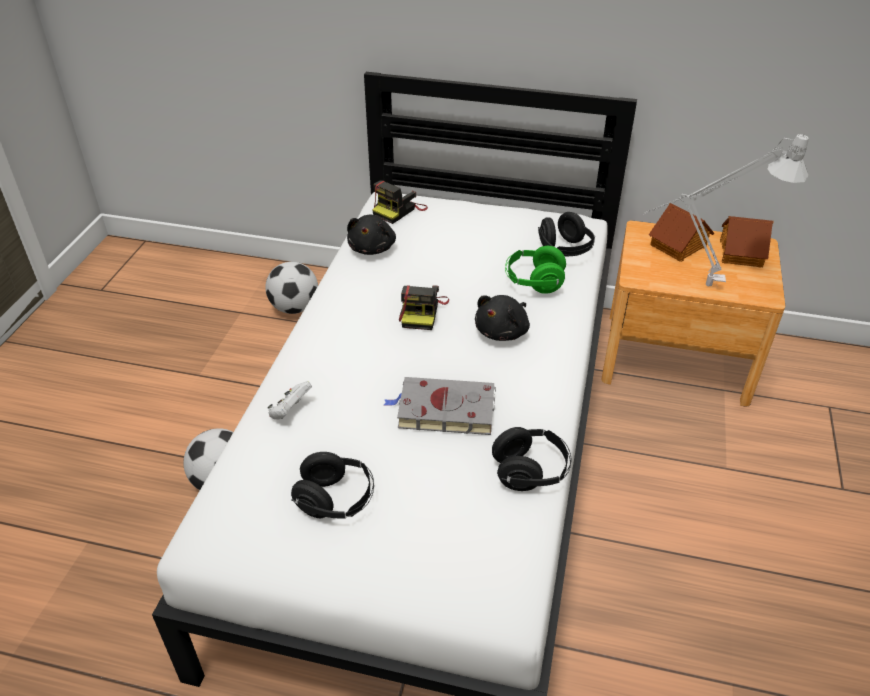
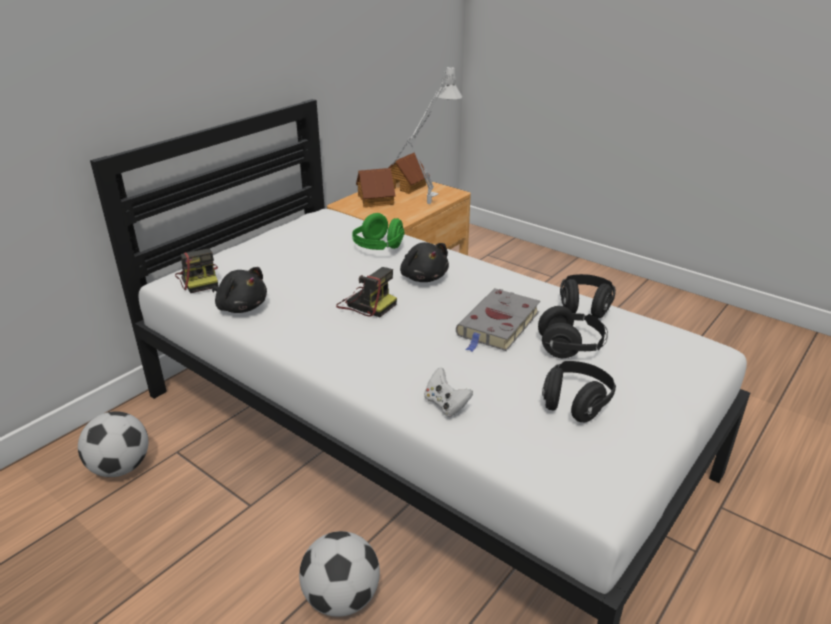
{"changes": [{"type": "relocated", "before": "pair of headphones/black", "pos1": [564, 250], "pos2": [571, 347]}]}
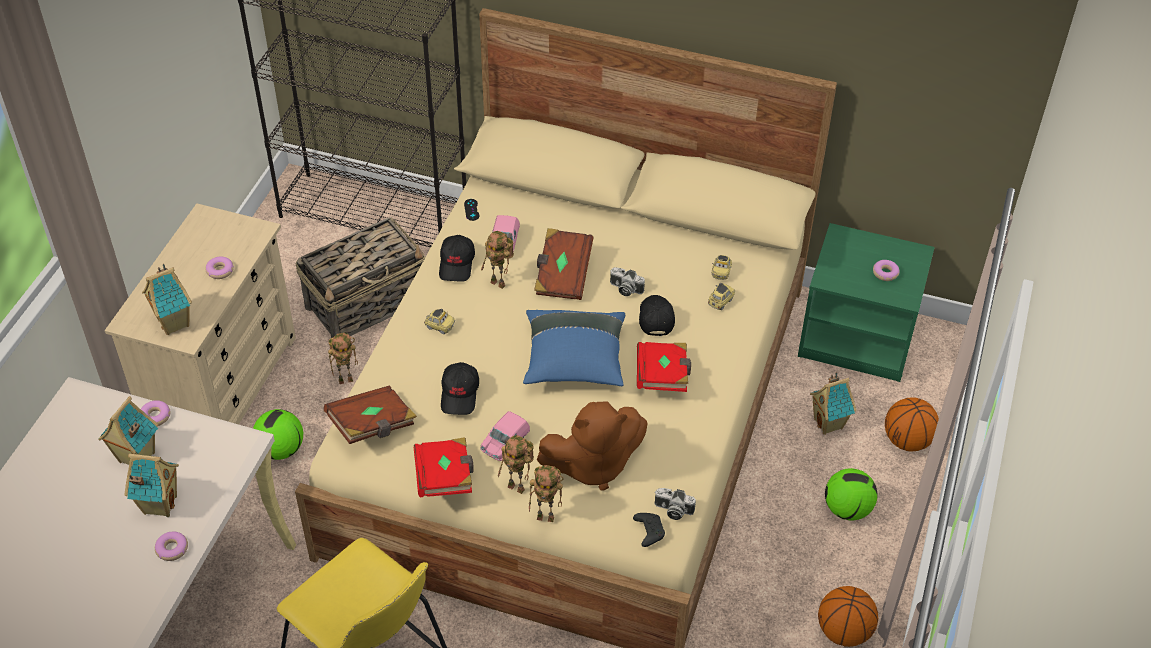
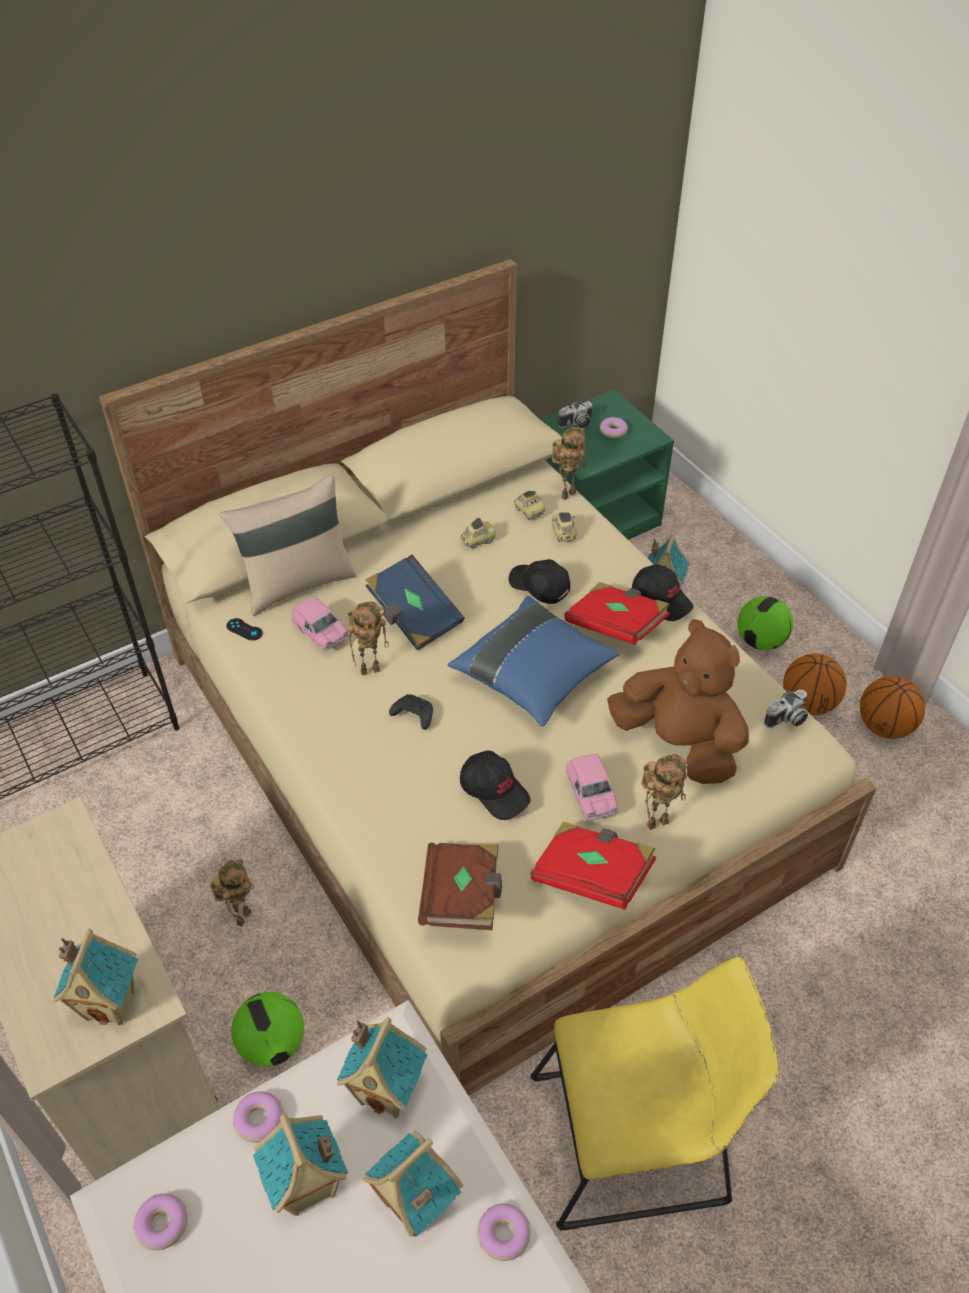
{"changes": [{"type": "relocated", "before": "ring doughnut", "pos1": [220, 271], "pos2": [162, 1224]}, {"type": "missing", "before": "basket", "pos1": [368, 304]}, {"type": "relocated", "before": "miniature car", "pos1": [439, 327], "pos2": [478, 541]}, {"type": "relocated", "before": "peaked cap/black", "pos1": [457, 264], "pos2": [661, 599]}, {"type": "relocated", "before": "toy robot", "pos1": [547, 517], "pos2": [567, 493]}, {"type": "colour", "before": "volume/brown-coloured", "after": "volume/bluish", "pos1": [562, 275], "pos2": [414, 616]}, {"type": "spun", "before": "plush toy/brown-coloured", "pos1": [592, 464], "pos2": [679, 743], "turn": -75}, {"type": "relocated", "before": "still camera", "pos1": [625, 289], "pos2": [576, 424]}, {"type": "relocated", "before": "game controller/black", "pos1": [648, 531], "pos2": [413, 715]}, {"type": "relocated", "before": "ball for basketball", "pos1": [907, 440], "pos2": [808, 704]}, {"type": "appeared", "after": "cushion/beige", "pos2": [297, 583]}, {"type": "appeared", "after": "model house", "pos2": [387, 1091]}]}
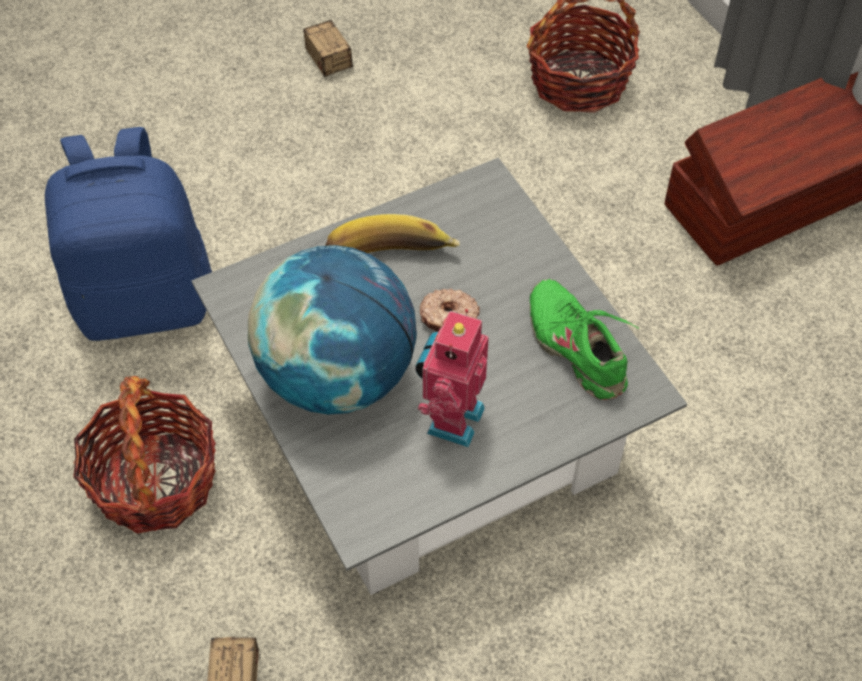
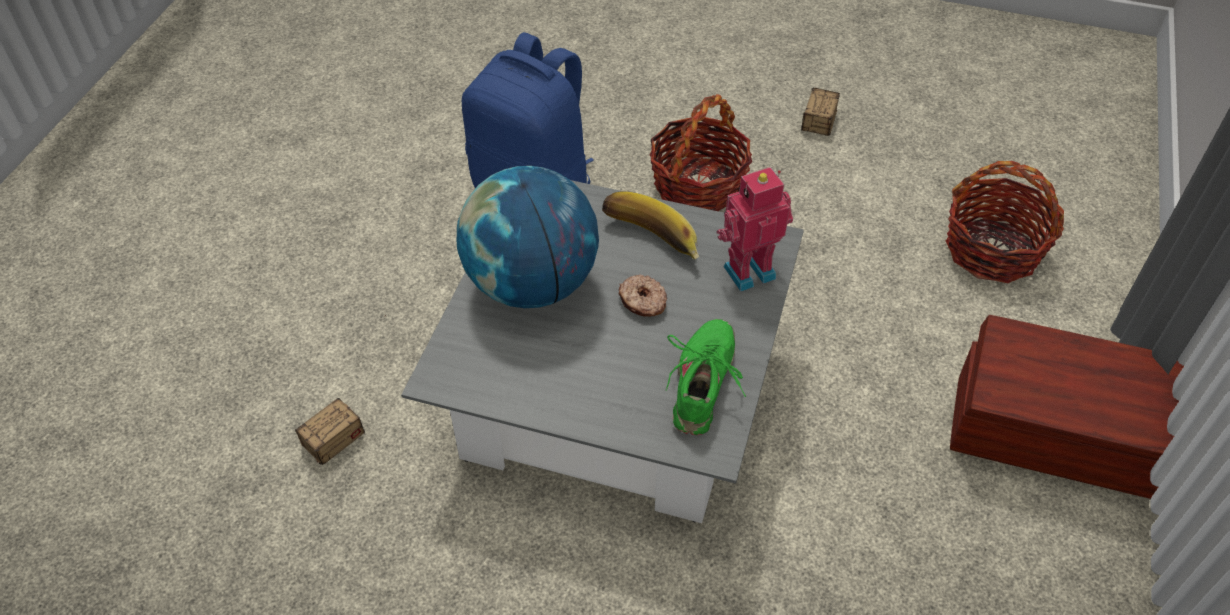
{"changes": [{"type": "relocated", "before": "basket", "pos1": [155, 481], "pos2": [698, 185]}, {"type": "relocated", "before": "toy robot", "pos1": [451, 419], "pos2": [747, 270]}]}
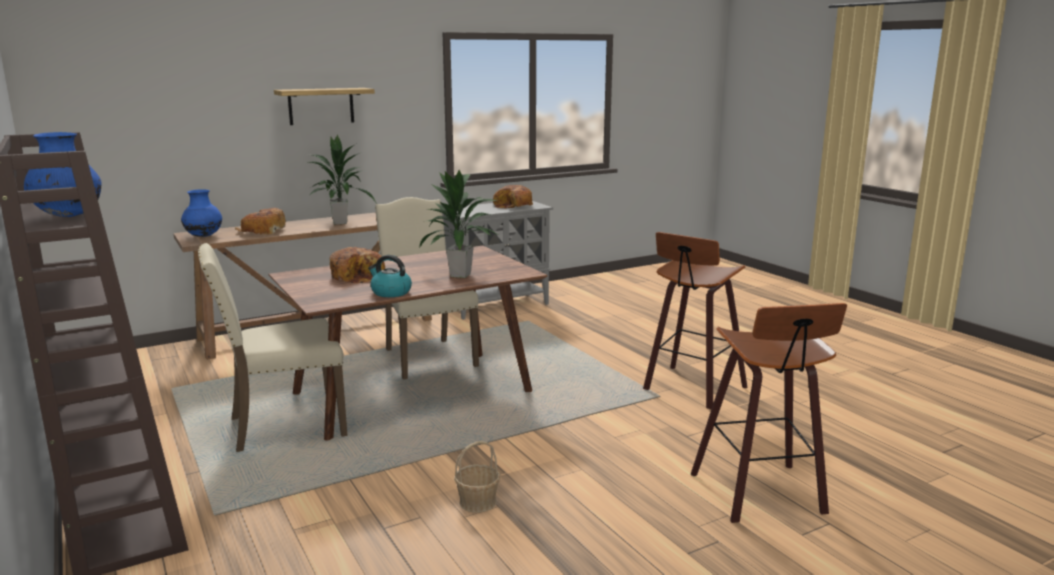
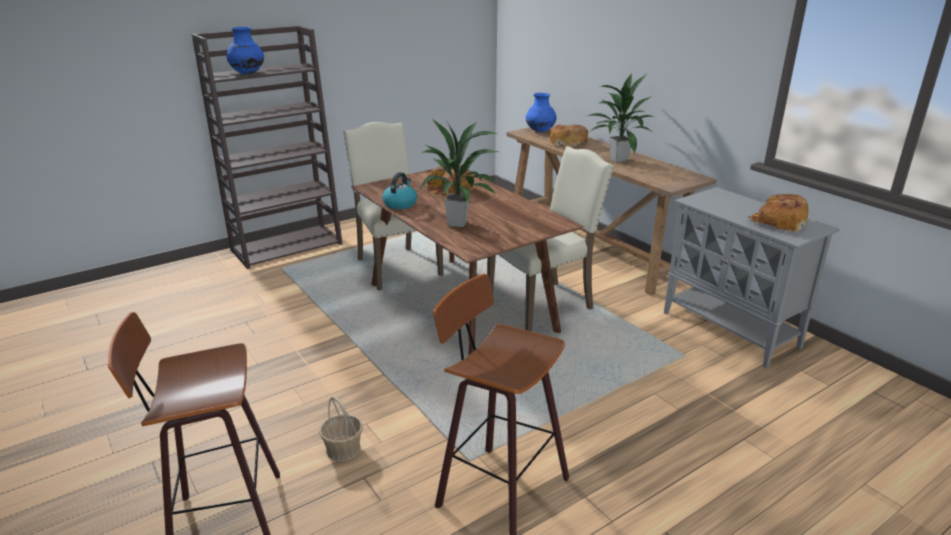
{"changes": [{"type": "missing", "before": "shelf", "pos1": [321, 106]}, {"type": "relocated", "before": "basket", "pos1": [478, 502], "pos2": [343, 449]}]}
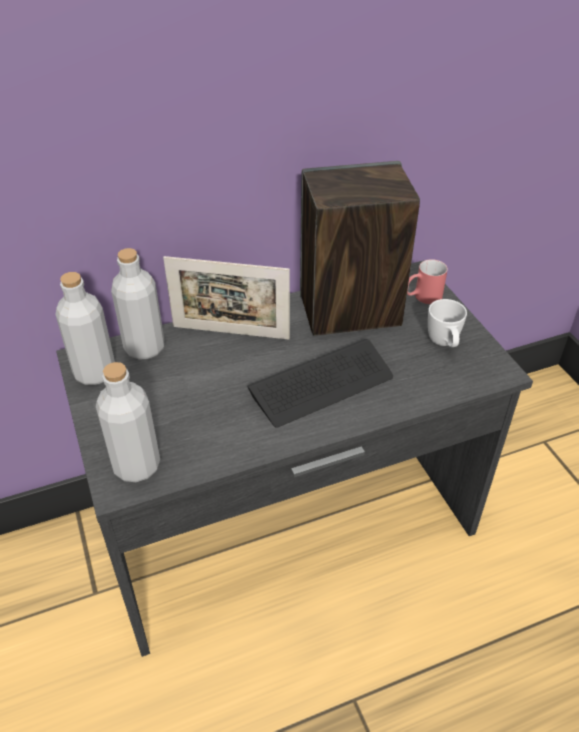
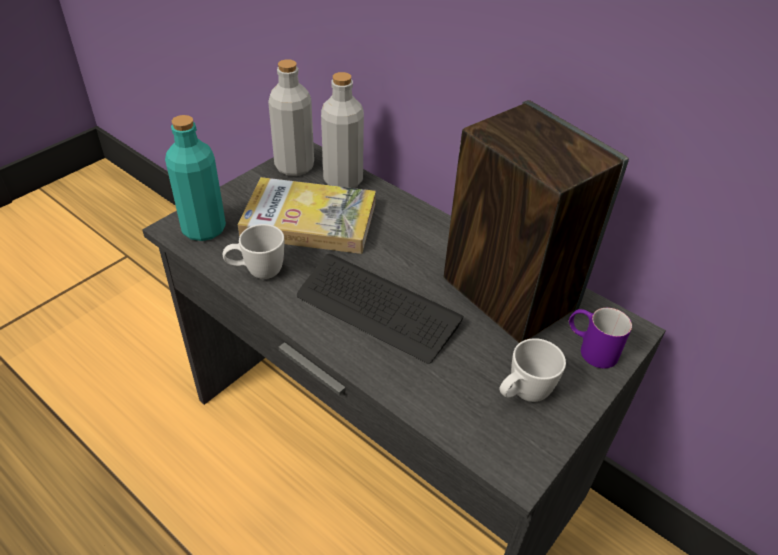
{"changes": [{"type": "colour", "before": "beverage bottle/greyish", "after": "beverage bottle/turquoise-coloured", "pos1": [136, 465], "pos2": [204, 229]}, {"type": "missing", "before": "picture frame", "pos1": [231, 332]}, {"type": "colour", "before": "tea mug/red-coloured", "after": "tea mug/purple", "pos1": [421, 297], "pos2": [590, 348]}, {"type": "appeared", "after": "tea mug/white-coloured", "pos2": [257, 272]}, {"type": "appeared", "after": "volume", "pos2": [309, 220]}]}
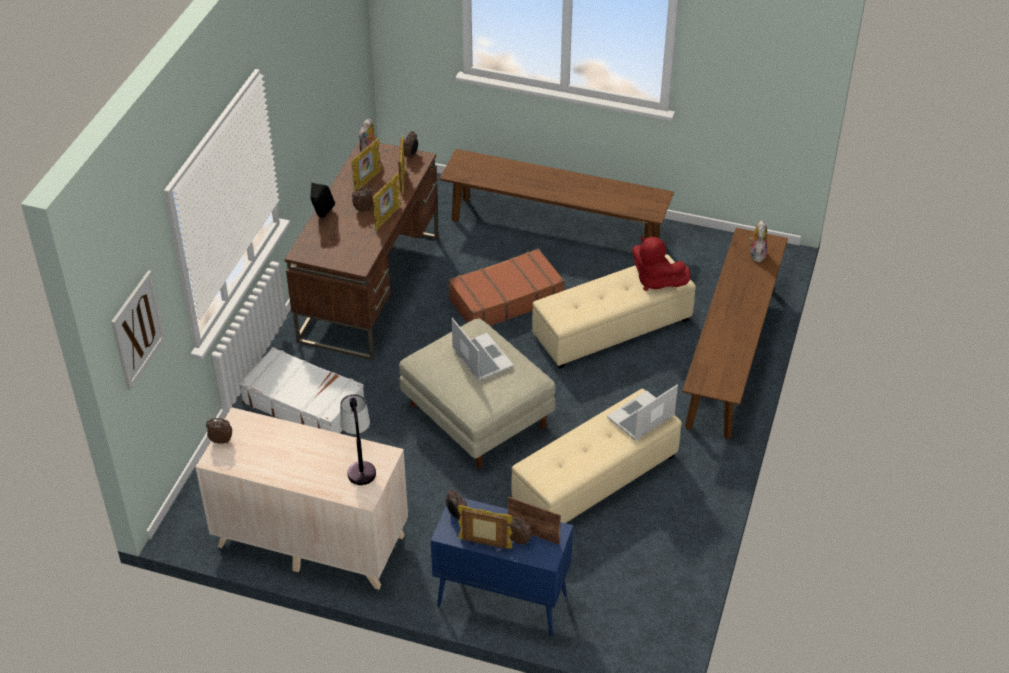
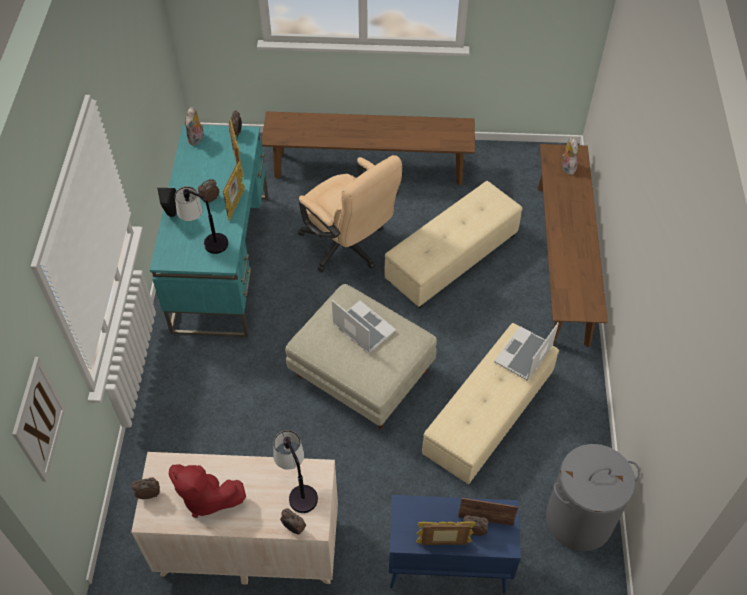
{"changes": [{"type": "missing", "before": "travel case/white-coloured", "pos1": [304, 402]}, {"type": "colour", "before": "desk unit/brown-coloured", "after": "desk unit/turquoise-coloured", "pos1": [370, 288], "pos2": [222, 261]}, {"type": "missing", "before": "picture frame", "pos1": [367, 182]}, {"type": "relocated", "before": "table clock", "pos1": [456, 515], "pos2": [293, 528]}, {"type": "exchanged", "before": "travel case/brown-coloured", "after": "computer chair/beige", "pos1": [505, 299], "pos2": [348, 247]}, {"type": "relocated", "before": "plush toy/red-coloured", "pos1": [655, 281], "pos2": [206, 497]}, {"type": "appeared", "after": "table lamp", "pos2": [205, 241]}, {"type": "appeared", "after": "hamper/greyish", "pos2": [579, 519]}]}
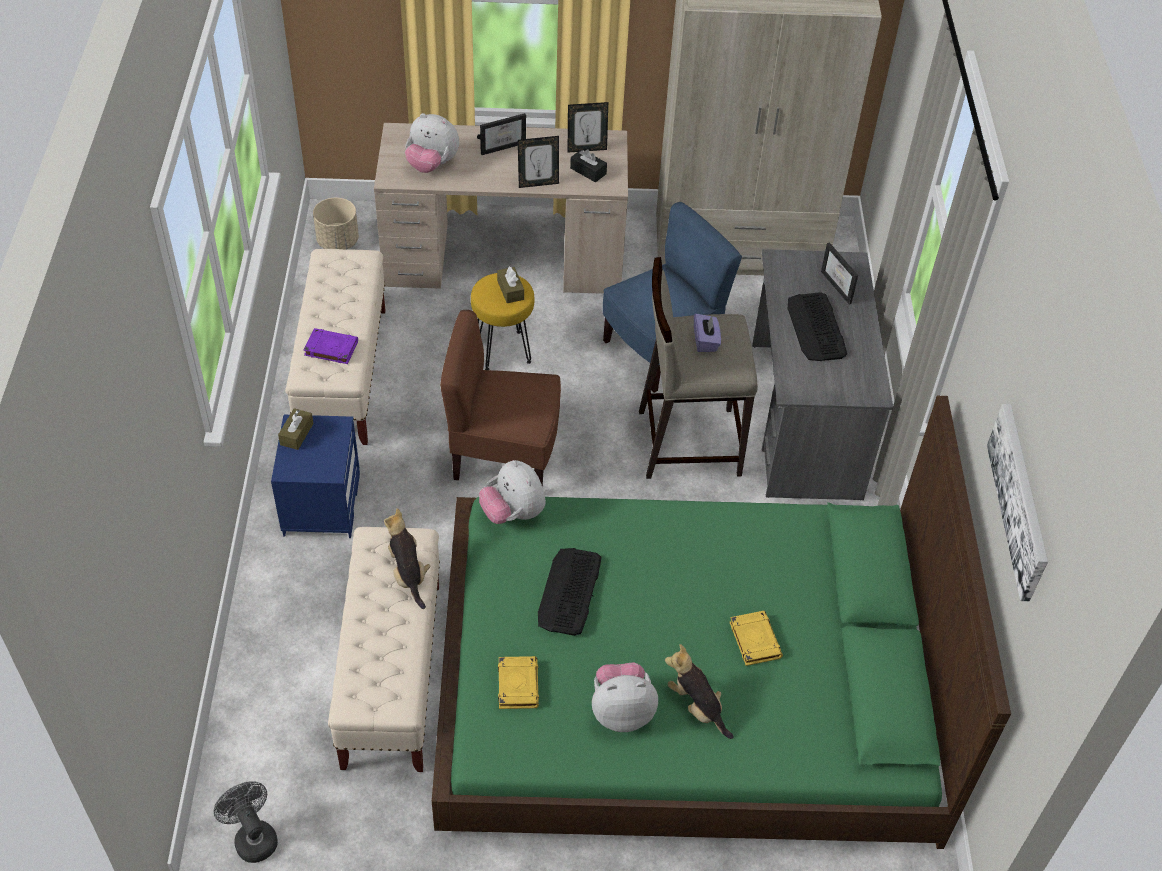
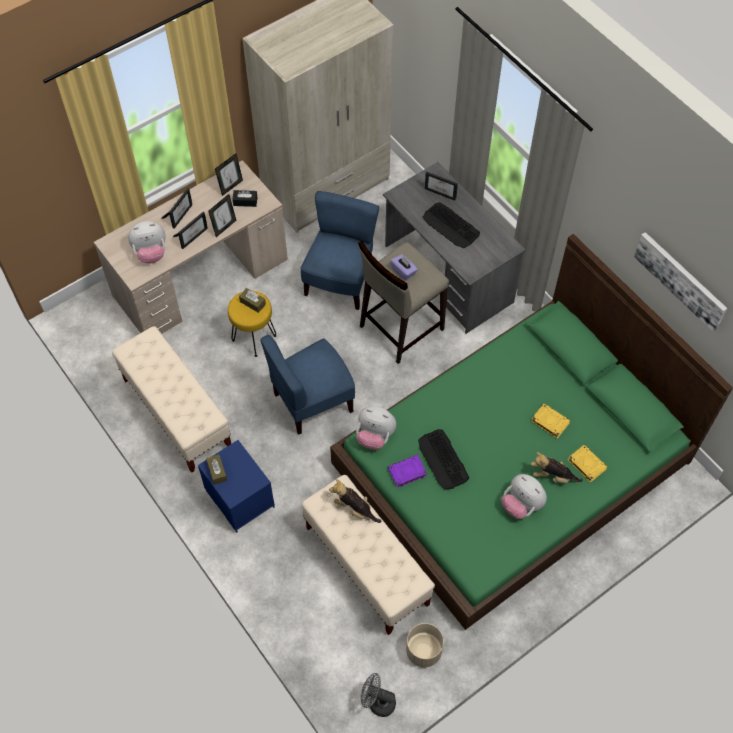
{"changes": [{"type": "relocated", "before": "volume/purple", "pos1": [330, 348], "pos2": [407, 472]}, {"type": "relocated", "before": "flower pot/beige", "pos1": [337, 242], "pos2": [423, 651]}, {"type": "colour", "before": "upright chair/brown-coloured", "after": "upright chair/bluish", "pos1": [504, 456], "pos2": [312, 402]}, {"type": "relocated", "before": "volume/yellow", "pos1": [517, 684], "pos2": [586, 464]}, {"type": "spun", "before": "plush toy", "pos1": [621, 711], "pos2": [521, 505], "turn": -90}, {"type": "appeared", "after": "picture frame", "pos2": [192, 236]}]}
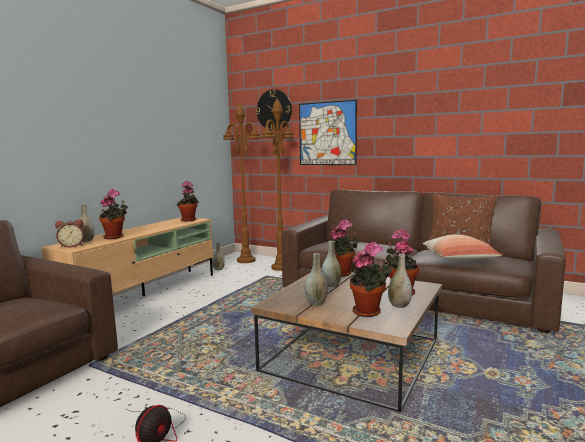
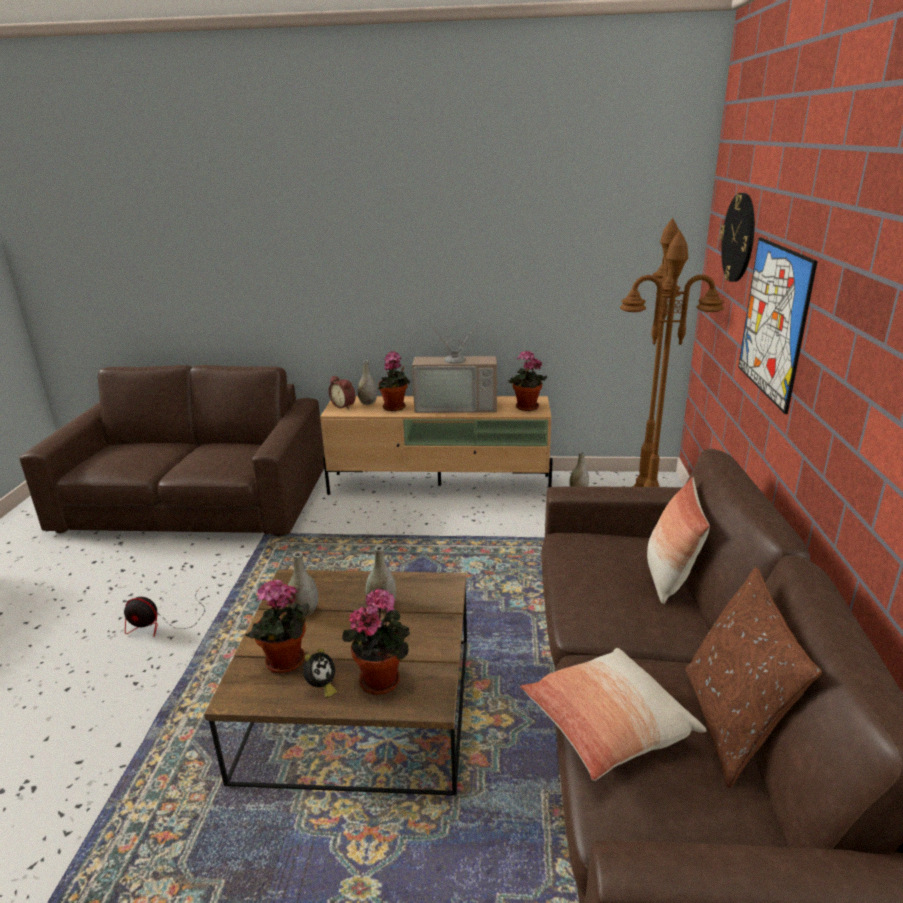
{"changes": [{"type": "missing", "before": "potted plant", "pos1": [343, 274]}, {"type": "exchanged", "before": "flower vase/greyish", "after": "table clock", "pos1": [399, 305], "pos2": [321, 687]}, {"type": "appeared", "after": "TV", "pos2": [457, 405]}, {"type": "appeared", "after": "cushion", "pos2": [668, 577]}]}
